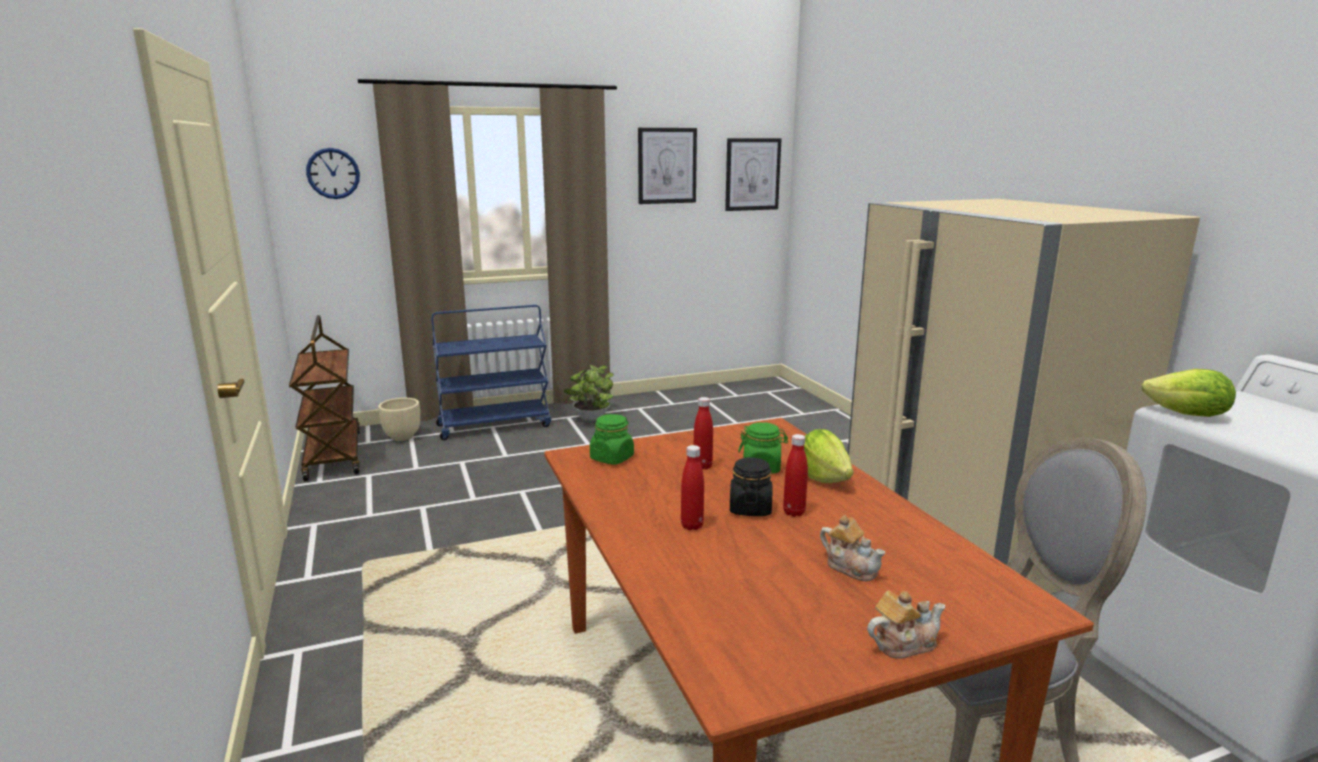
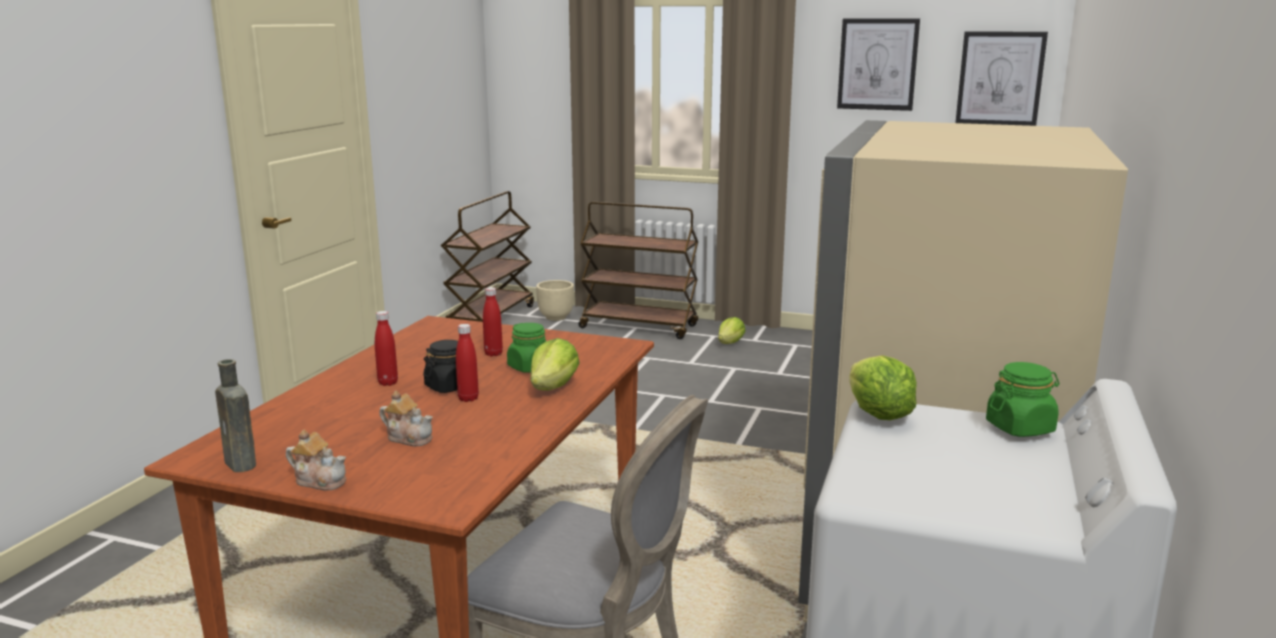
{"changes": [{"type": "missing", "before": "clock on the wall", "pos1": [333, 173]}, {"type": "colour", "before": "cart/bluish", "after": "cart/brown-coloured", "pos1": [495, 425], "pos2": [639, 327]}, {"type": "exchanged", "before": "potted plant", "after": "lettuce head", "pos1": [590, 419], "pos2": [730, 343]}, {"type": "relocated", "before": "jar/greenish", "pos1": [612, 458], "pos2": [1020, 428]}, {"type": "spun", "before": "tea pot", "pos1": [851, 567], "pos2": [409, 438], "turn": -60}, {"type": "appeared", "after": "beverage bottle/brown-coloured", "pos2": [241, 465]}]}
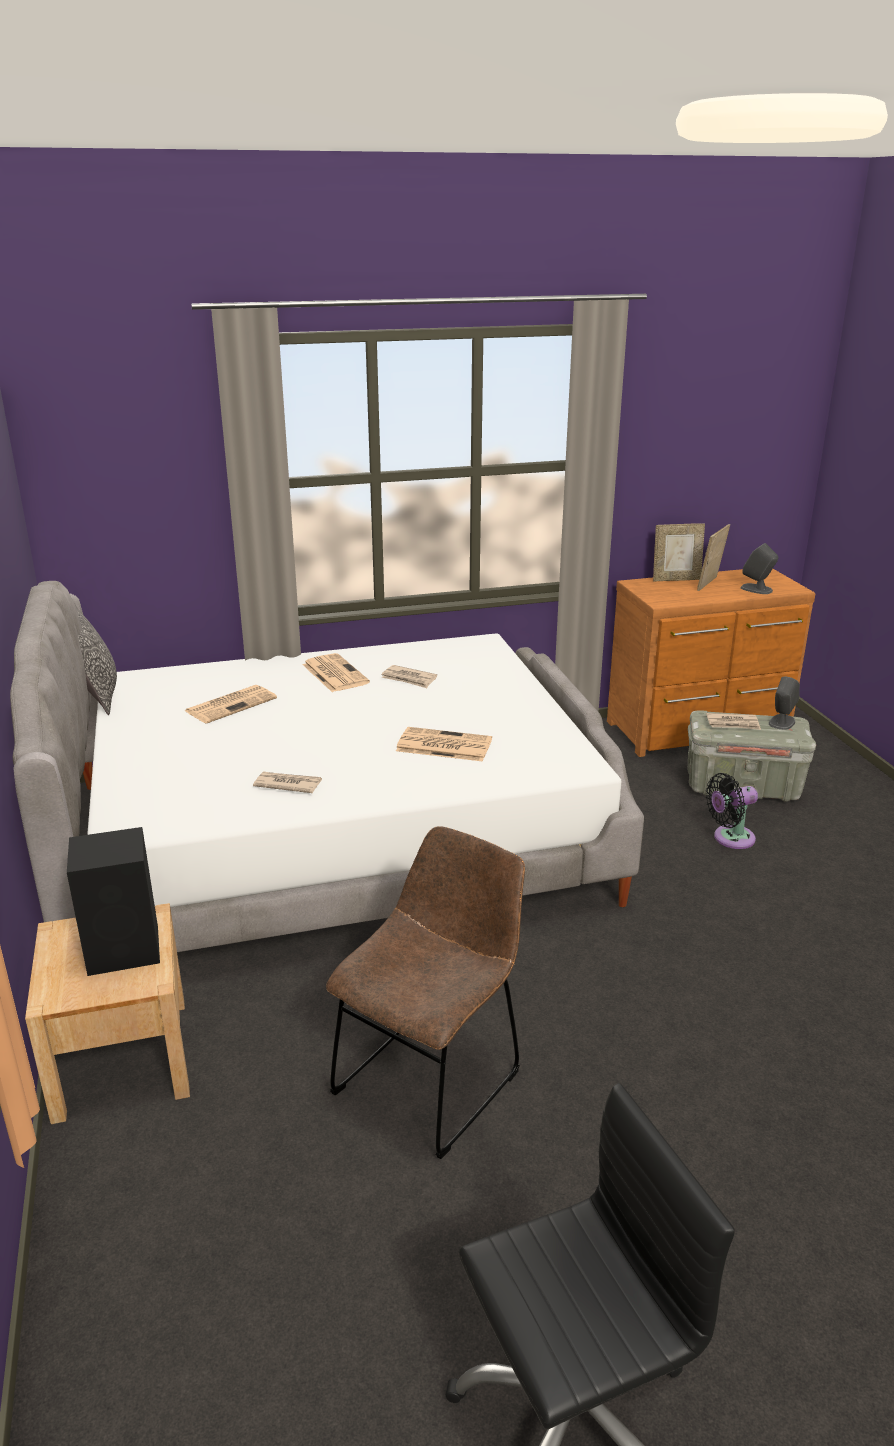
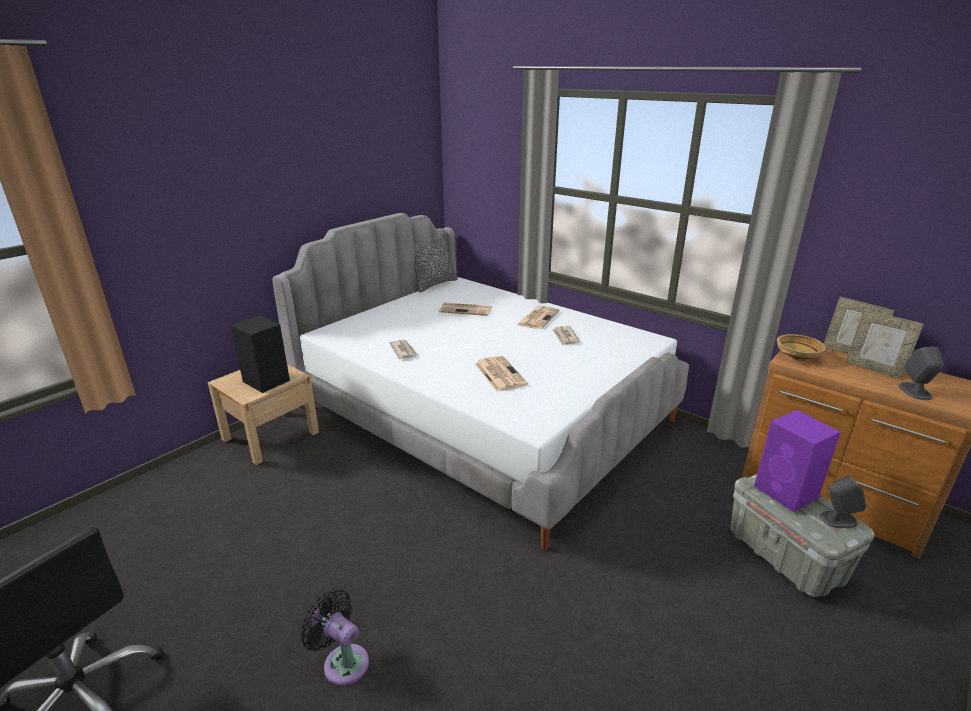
{"changes": [{"type": "missing", "before": "upright chair/brown-coloured", "pos1": [432, 1077]}, {"type": "spun", "before": "picture frame", "pos1": [710, 584], "pos2": [874, 369], "turn": -135}, {"type": "exchanged", "before": "daily paper", "after": "loudspeaker/purple", "pos1": [733, 724], "pos2": [787, 493]}, {"type": "relocated", "before": "fan/black", "pos1": [730, 838], "pos2": [343, 661]}, {"type": "appeared", "after": "bowl/beige", "pos2": [797, 356]}]}
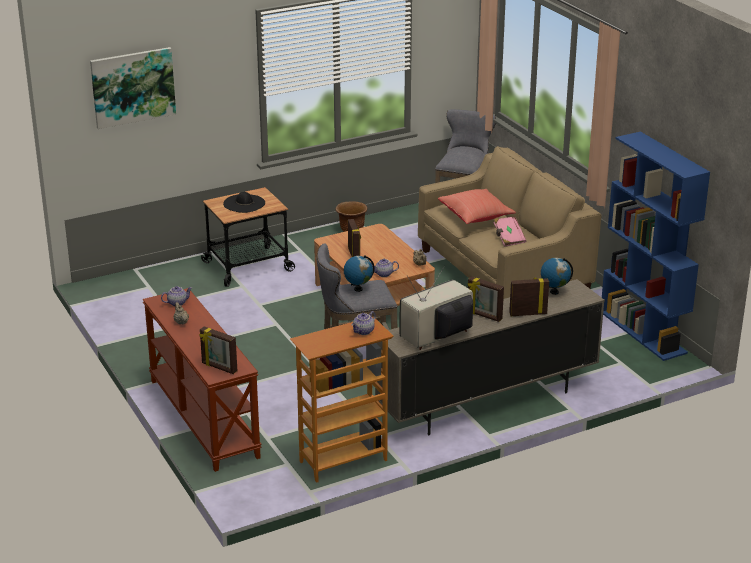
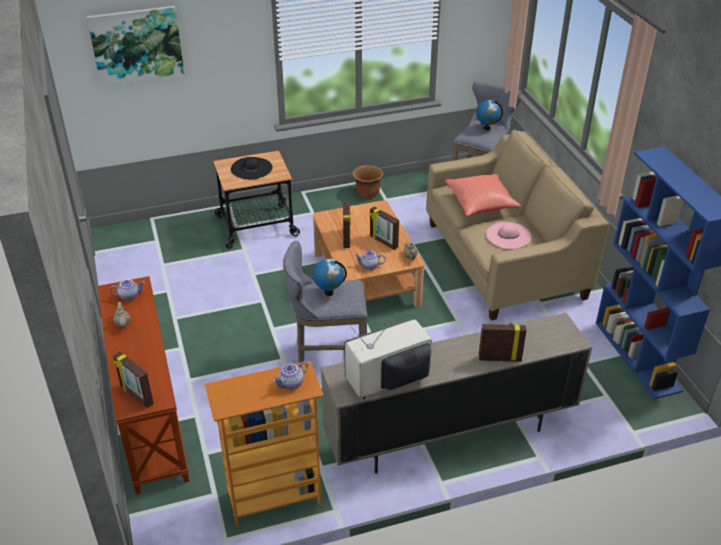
{"changes": [{"type": "relocated", "before": "picture frame", "pos1": [484, 316], "pos2": [383, 242]}, {"type": "exchanged", "before": "volume/pinkish", "after": "hat/pinkish", "pos1": [508, 238], "pos2": [508, 235]}, {"type": "relocated", "before": "desk globe", "pos1": [554, 292], "pos2": [486, 128]}]}
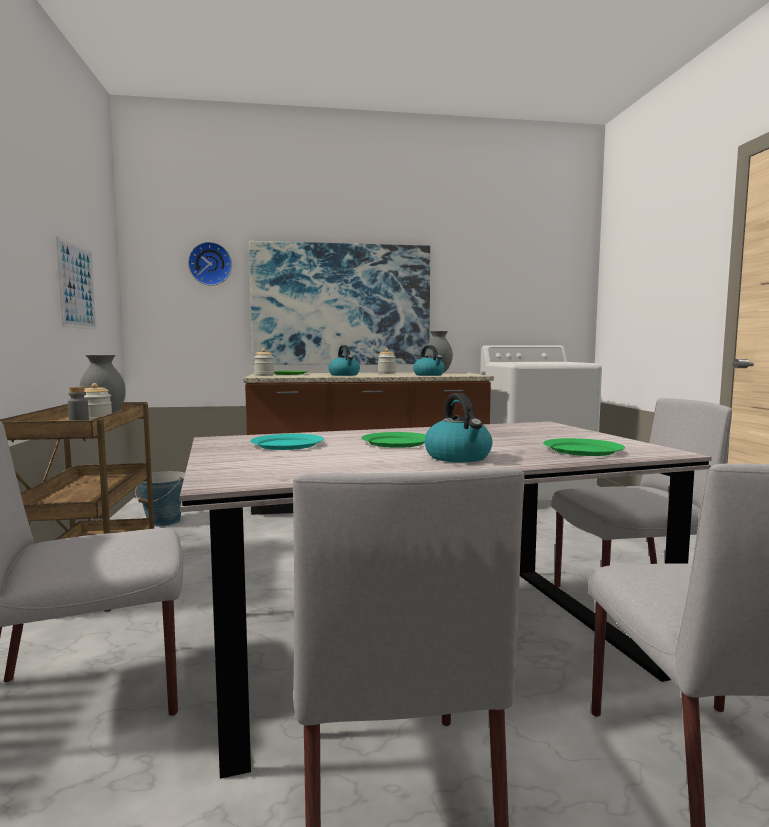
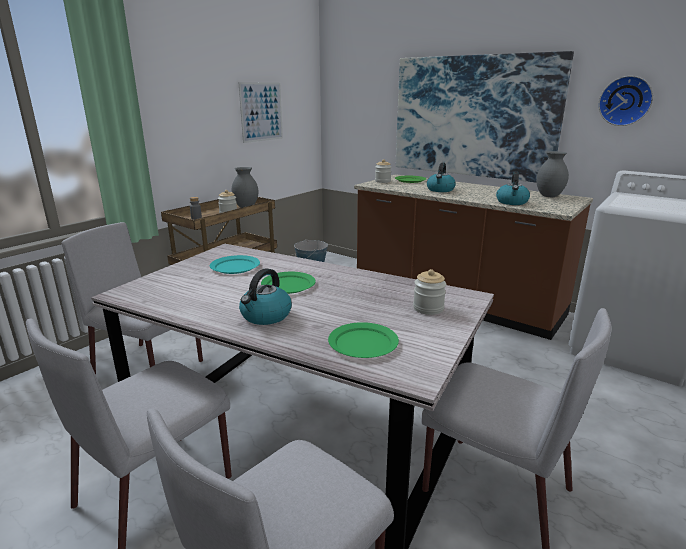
{"changes": [{"type": "relocated", "before": "clock on the wall", "pos1": [210, 264], "pos2": [625, 101]}, {"type": "relocated", "before": "jar", "pos1": [386, 373], "pos2": [428, 308]}]}
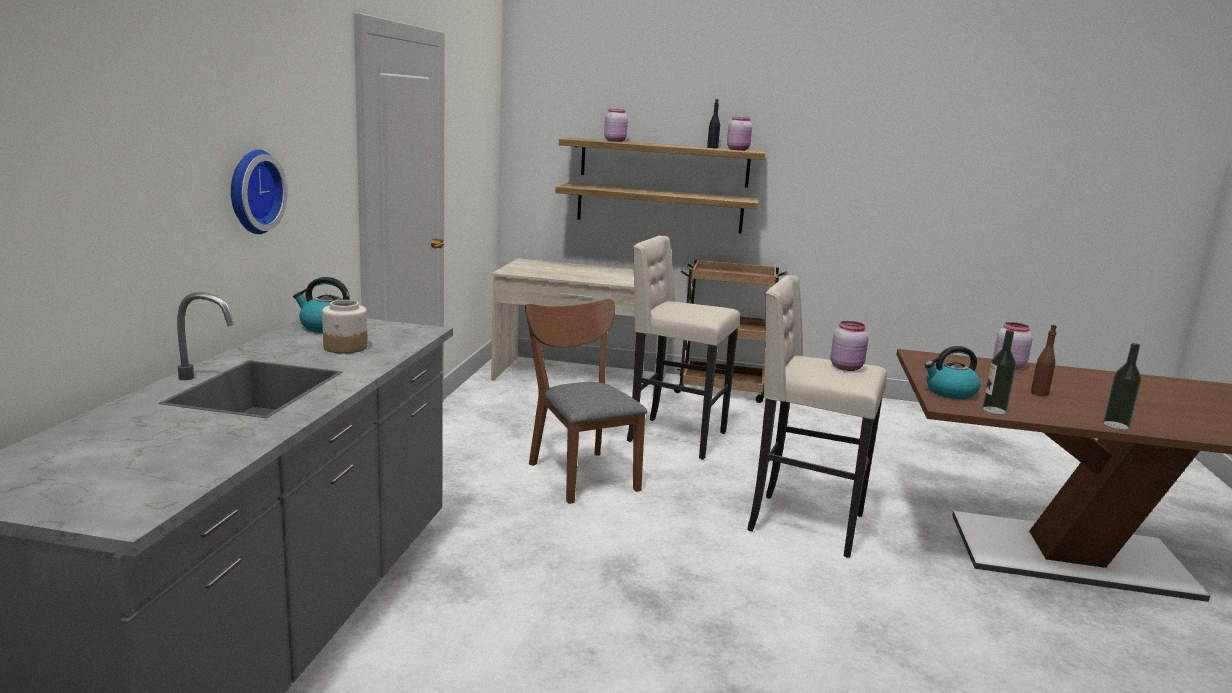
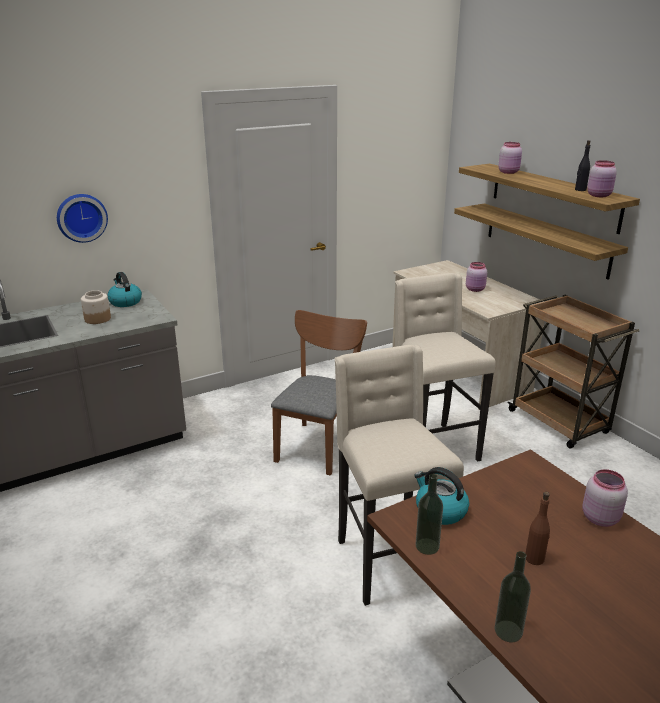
{"changes": [{"type": "relocated", "before": "jar/pinkish", "pos1": [847, 367], "pos2": [475, 289]}]}
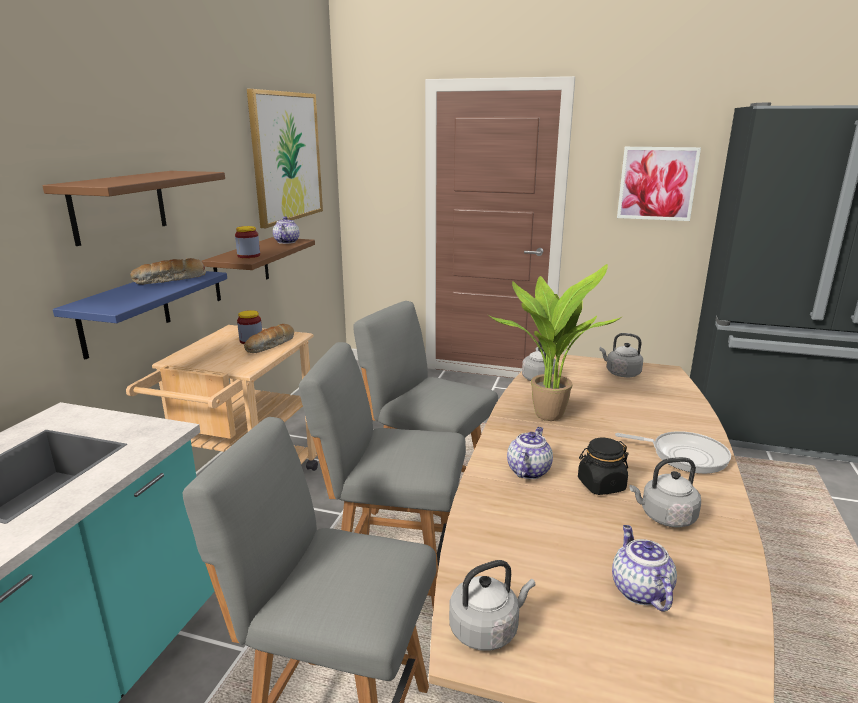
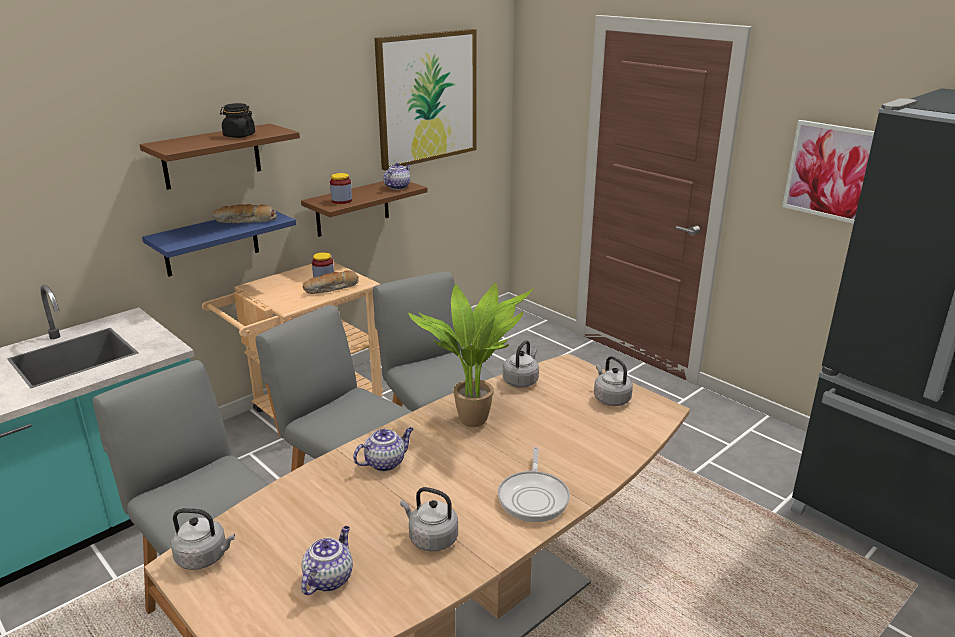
{"changes": [{"type": "relocated", "before": "jar/black", "pos1": [601, 485], "pos2": [239, 135]}, {"type": "spun", "before": "frying pan", "pos1": [684, 455], "pos2": [534, 497], "turn": 45}]}
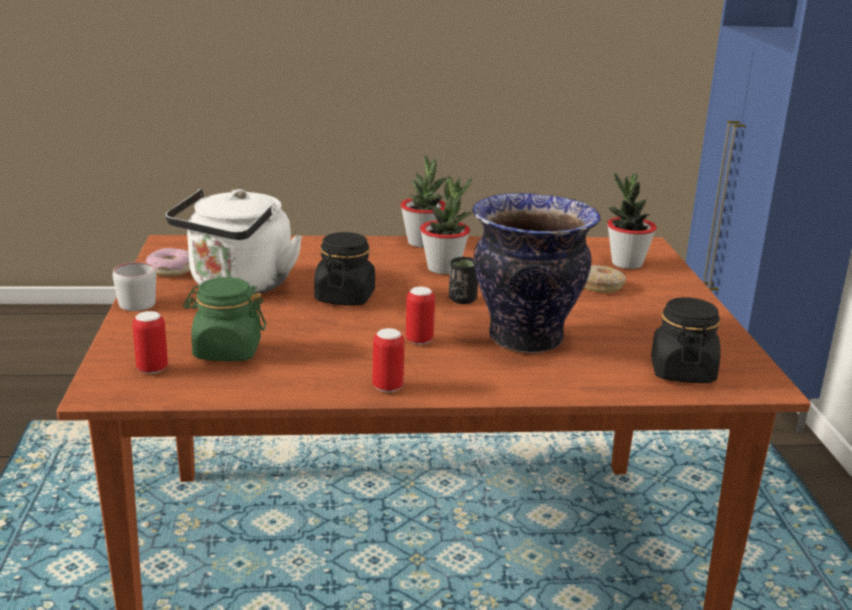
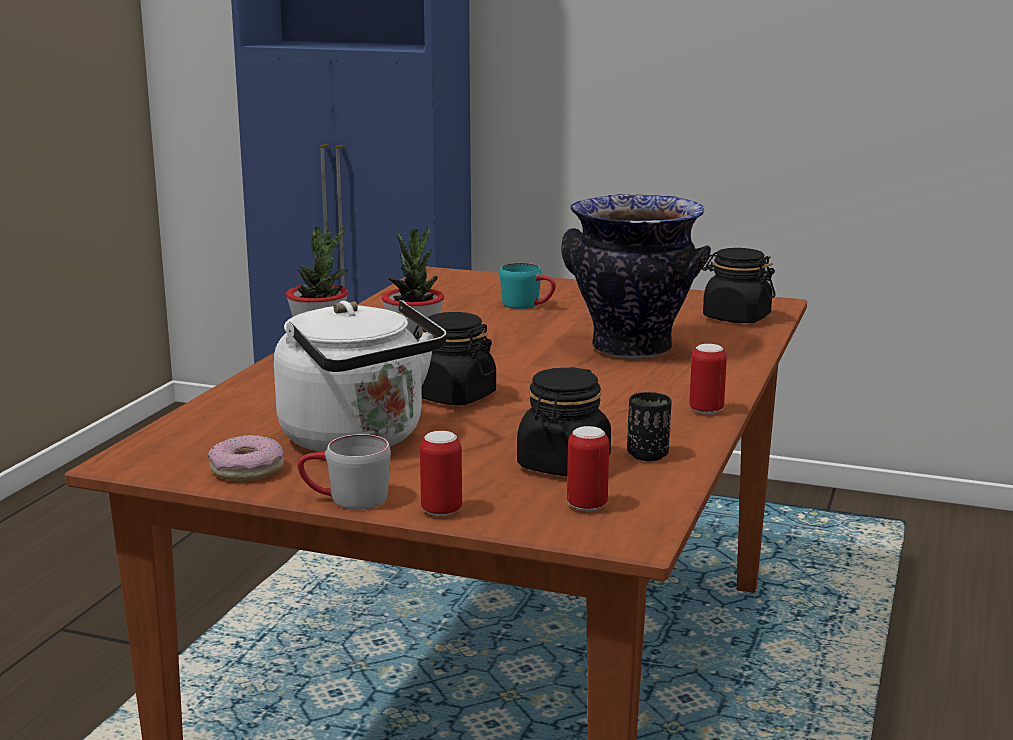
{"changes": [{"type": "colour", "before": "jar/greenish", "after": "jar/black", "pos1": [227, 351], "pos2": [563, 465]}, {"type": "relocated", "before": "metal can", "pos1": [419, 340], "pos2": [441, 510]}, {"type": "relocated", "before": "drinking cup/black", "pos1": [462, 300], "pos2": [648, 455]}, {"type": "exchanged", "before": "ring doughnut", "after": "tea mug/turquoise-coloured", "pos1": [601, 286], "pos2": [528, 305]}, {"type": "missing", "before": "potted plant", "pos1": [626, 264]}]}
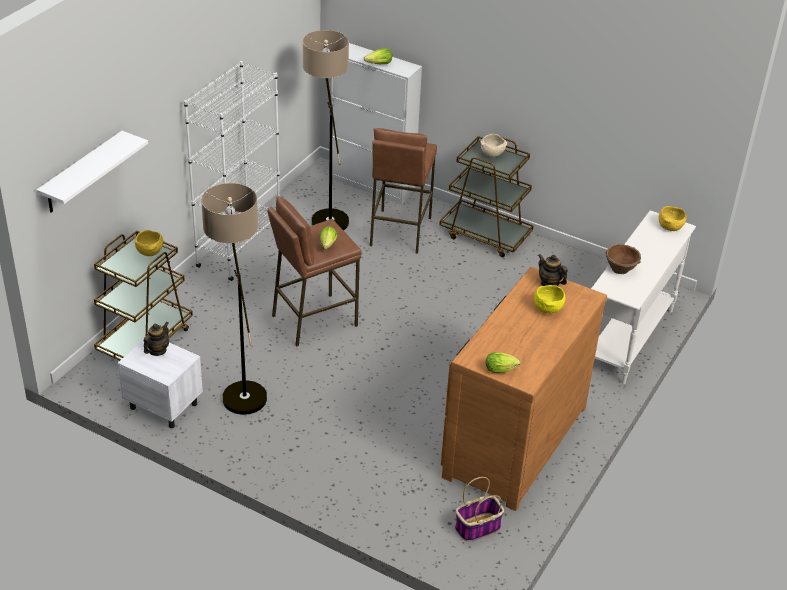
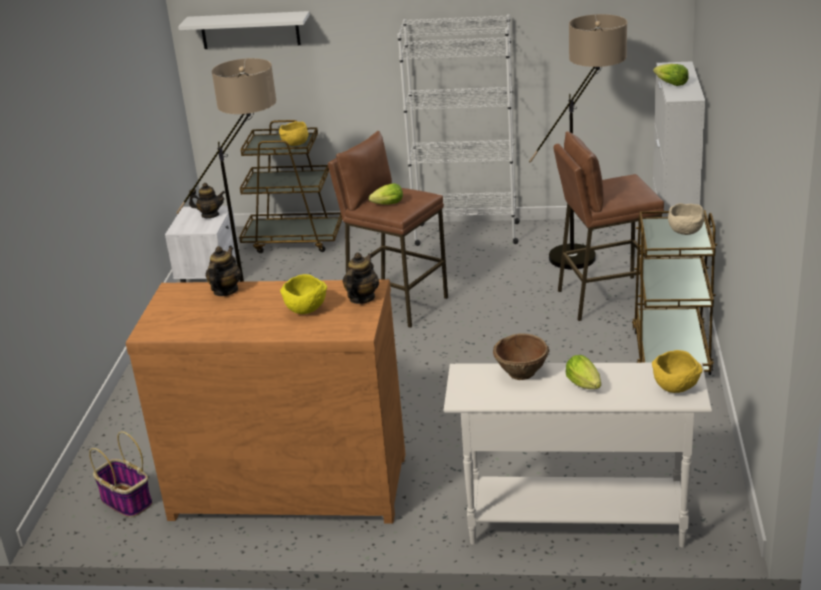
{"changes": [{"type": "relocated", "before": "lettuce head", "pos1": [502, 370], "pos2": [585, 386]}, {"type": "appeared", "after": "tea pot", "pos2": [225, 291]}]}
